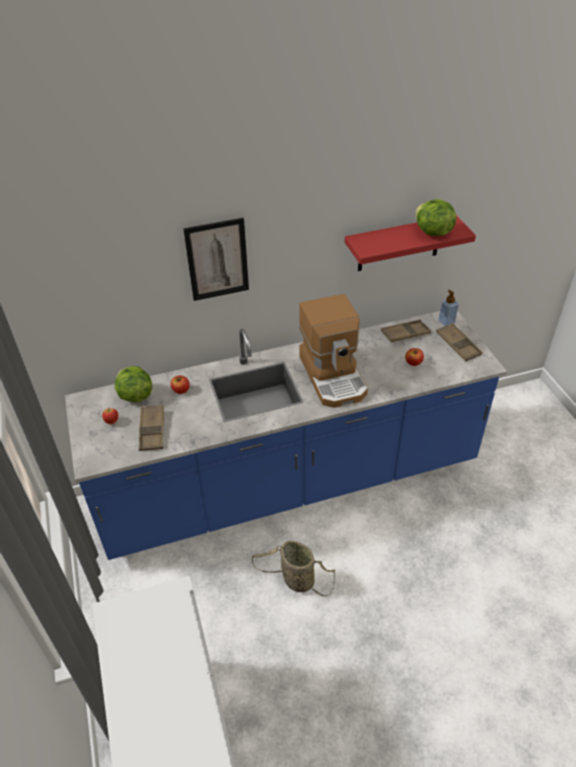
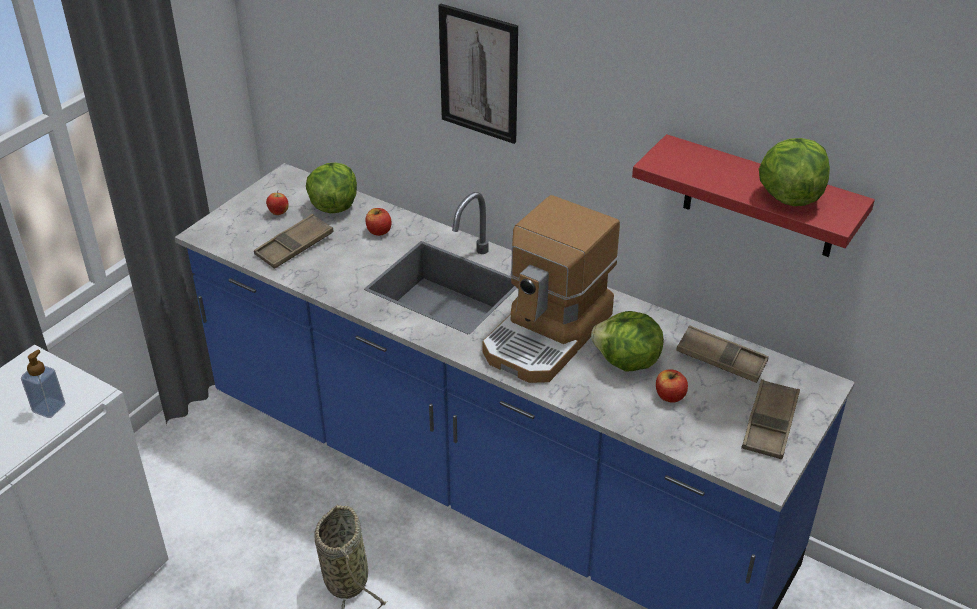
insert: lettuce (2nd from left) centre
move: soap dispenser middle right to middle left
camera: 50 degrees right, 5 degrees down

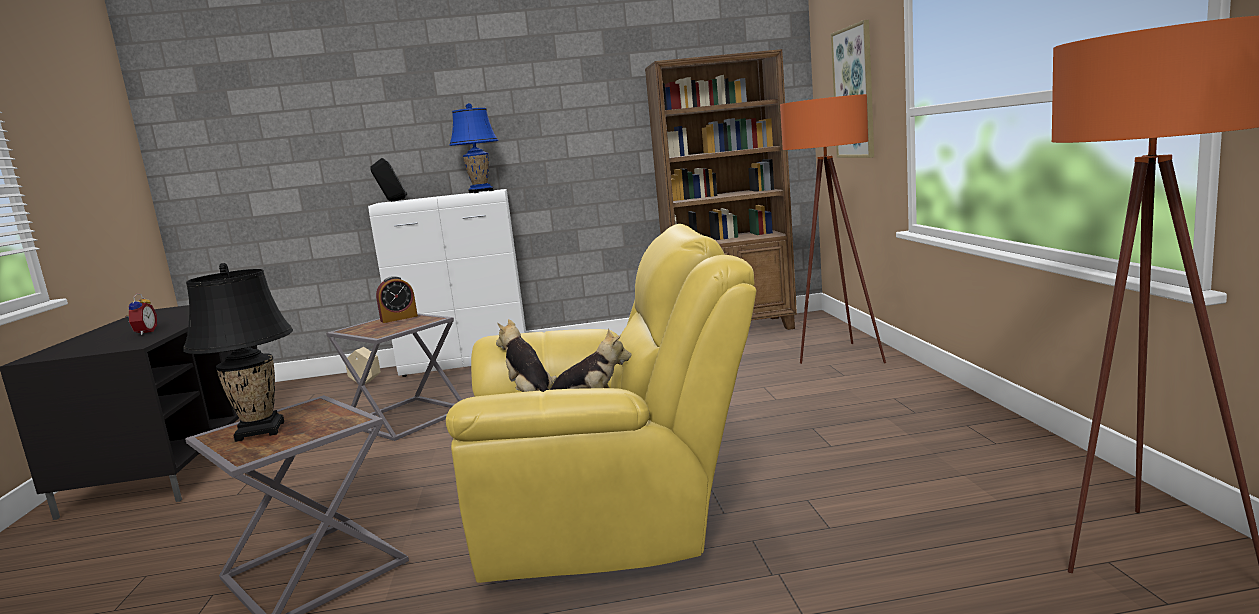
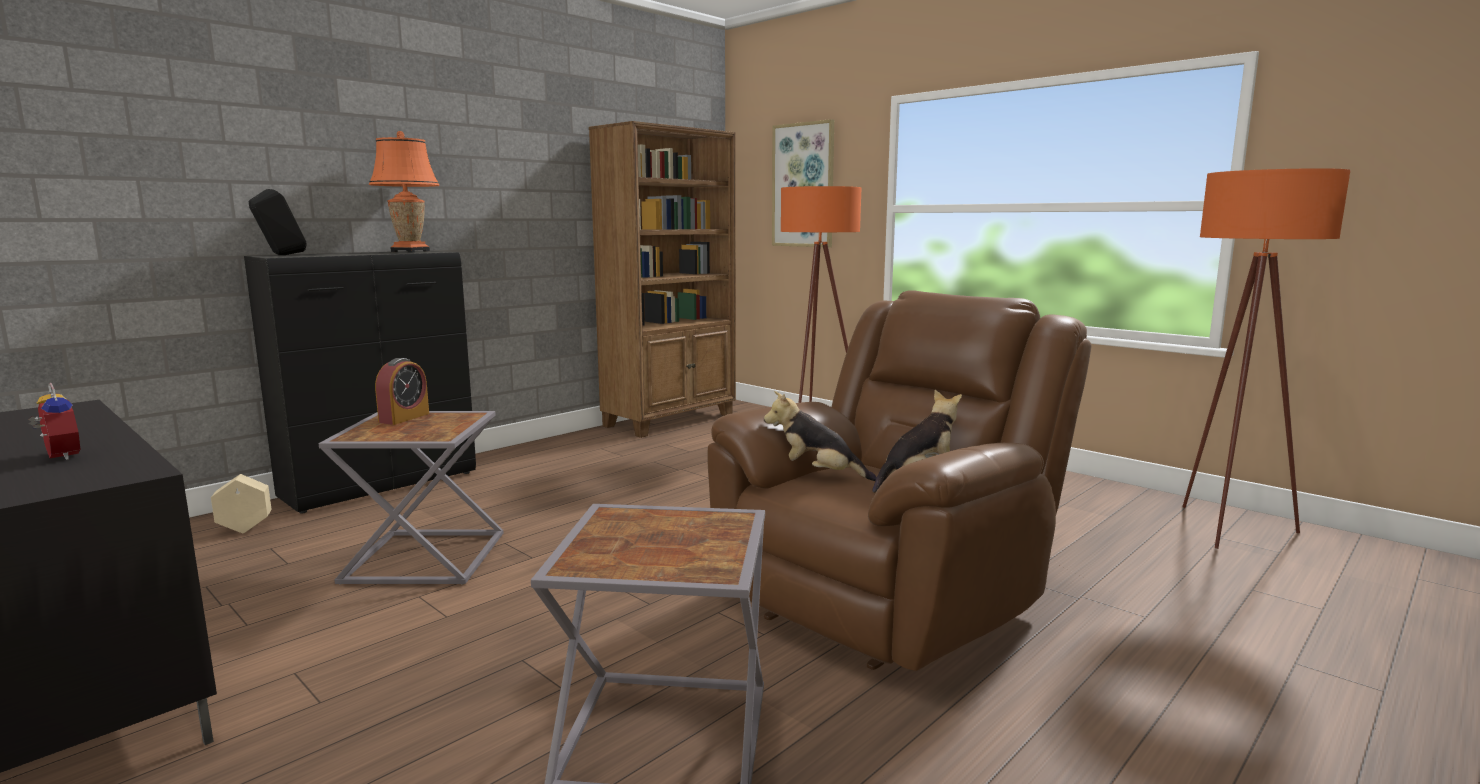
delete: table lamp (black) middle left
recolor: cabinet (white) centre to cabinet (black) middle left; armchair (yellow) centre to armchair (brown) centre; table lamp (blue) top centre to table lamp (orange) top left
camera: 40 degrees left, 0 degrees up

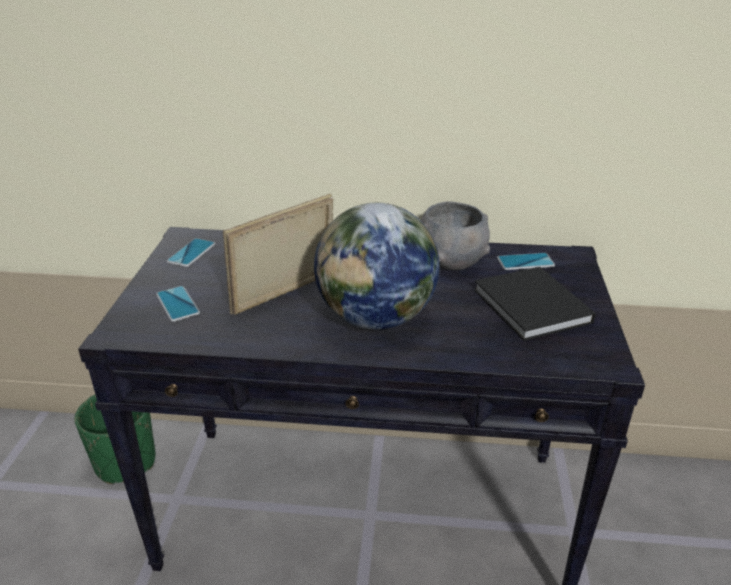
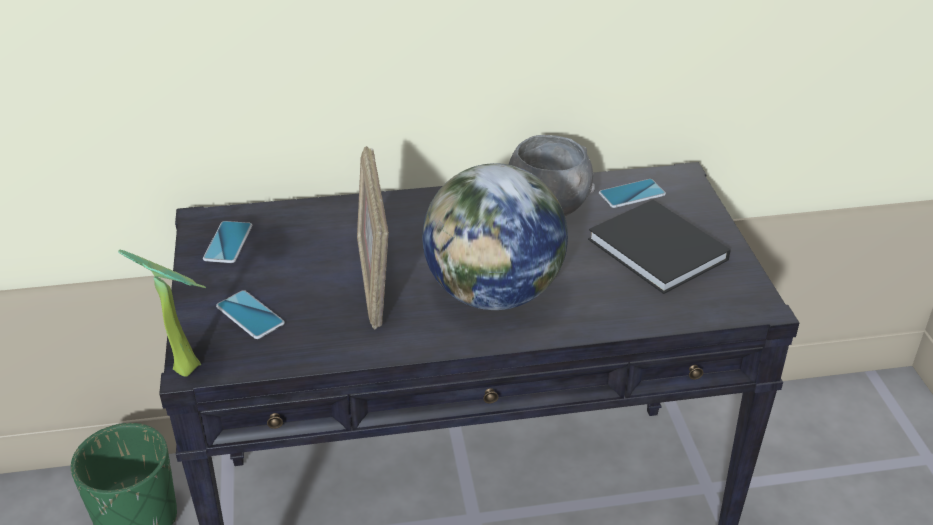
insert: potted plant middle left
rotate: picture frame centre = centre 45 degrees counterclockwise
camera: 15 degrees left, 5 degrees up

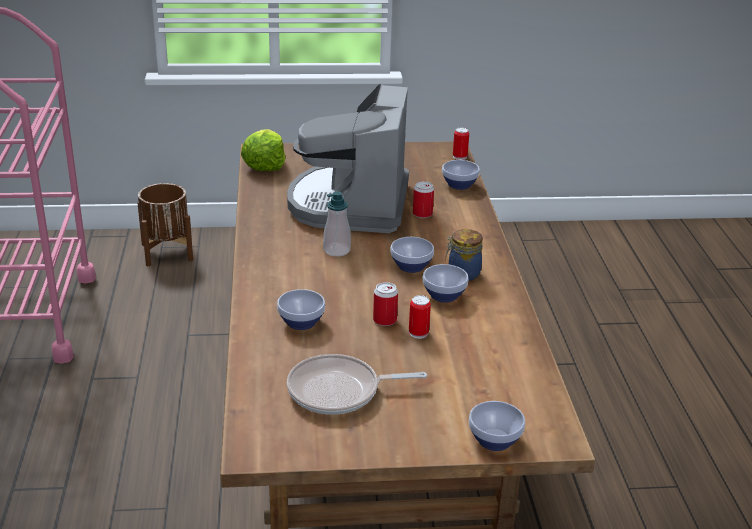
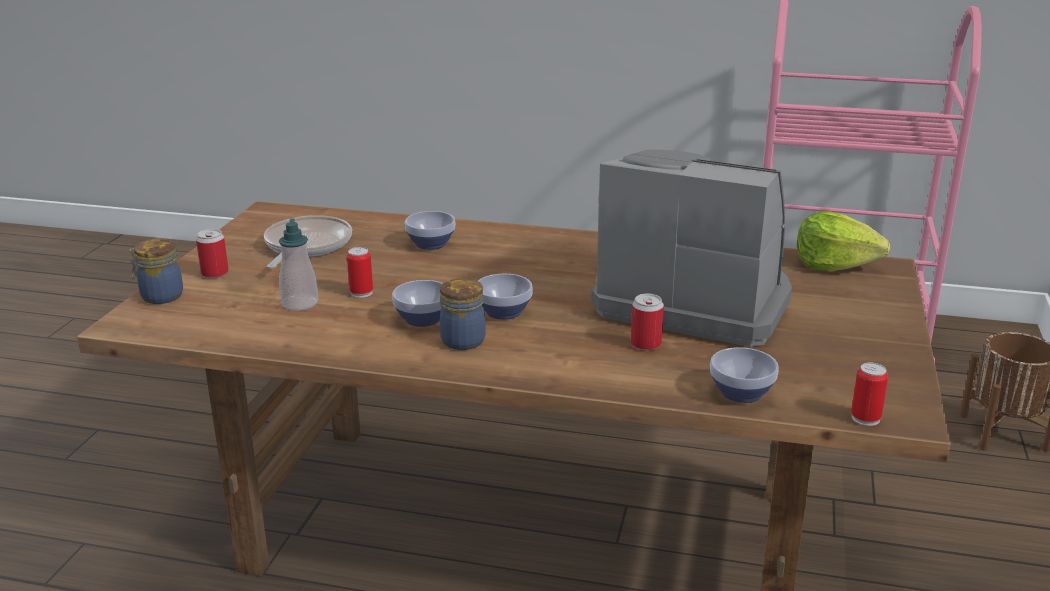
move: soap dispenser centre to middle left; can (1st from left) centre to middle left
replace: bowl (5th from left) bottom centre to jar (1st from left) middle left
camera: 110 degrees right, 5 degrees down

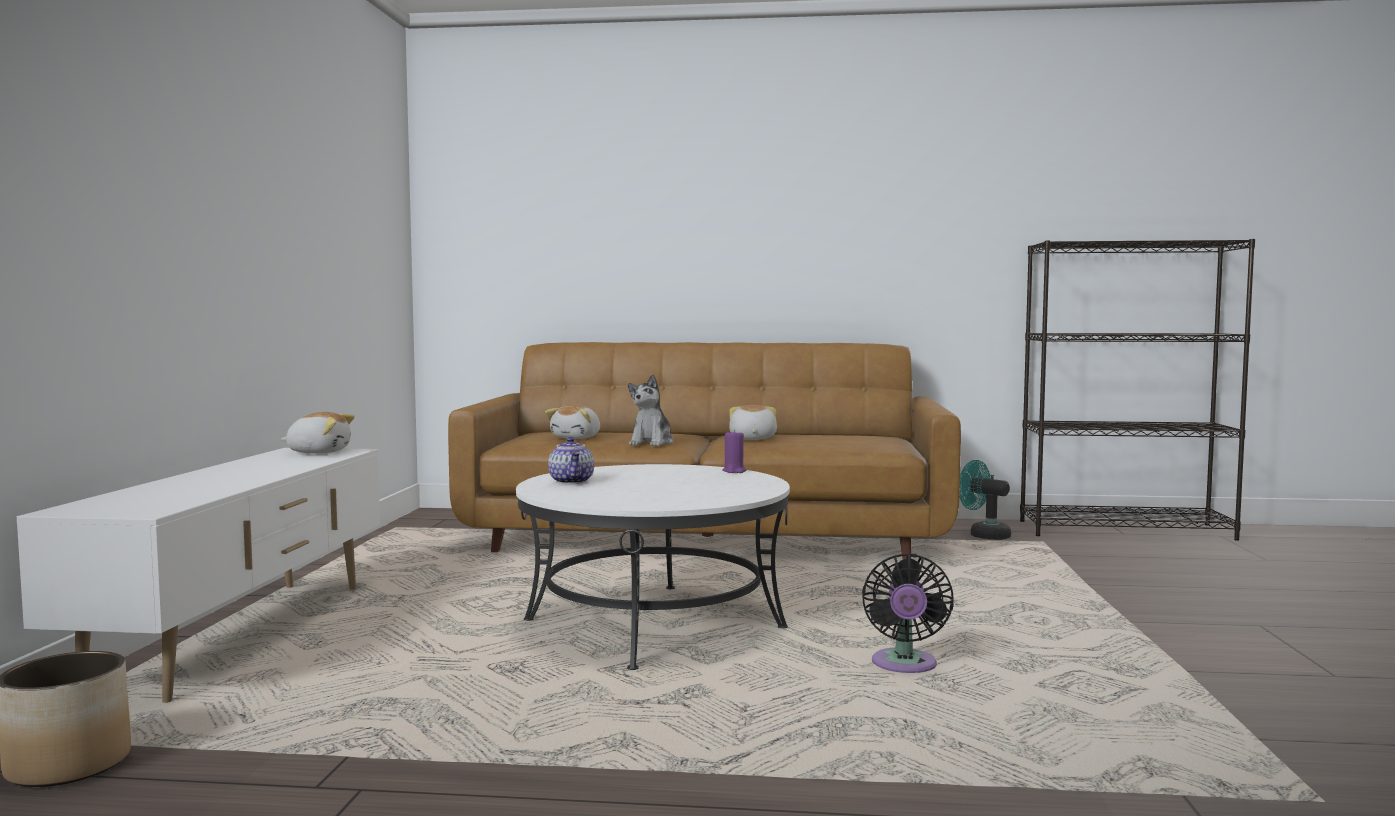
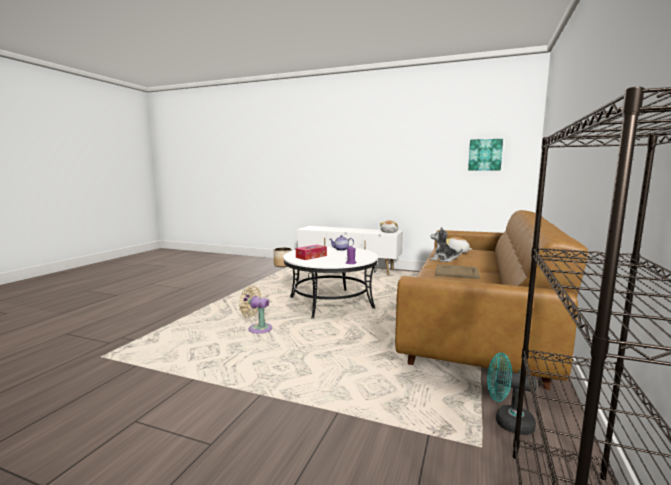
insert: tissue box centre; picture top right
replace: plush toy (4th from left) centre to tray (beige) middle right
recolor: fan (black) bottom centre to fan (beige) centre
rotate: fan (turquoise) middle right = bottom right 120 degrees counterclockwise
camera: 105 degrees right, 5 degrees up

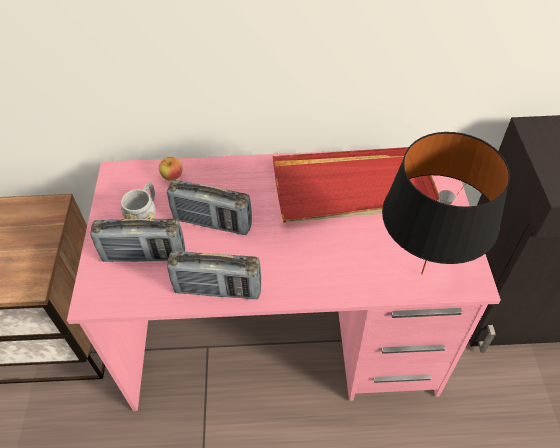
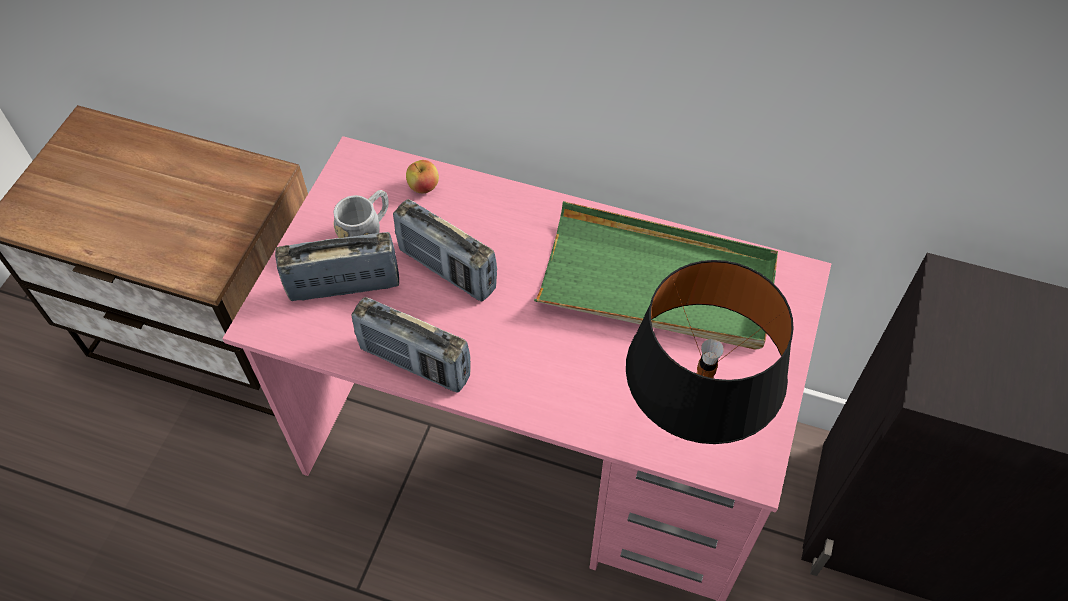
recolor: tray (red) centre to tray (green) centre
rotate: radio (1st from left) middle left = middle left 150 degrees clockwise
camera: 20 degrees right, 5 degrees up

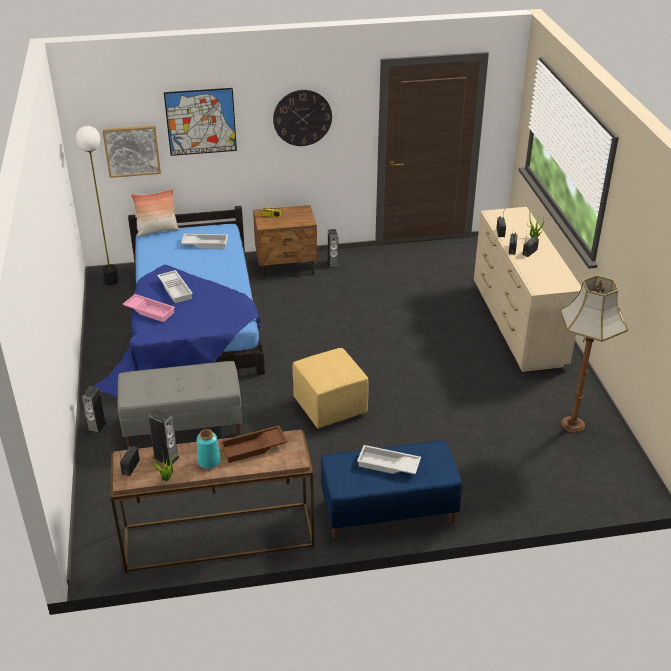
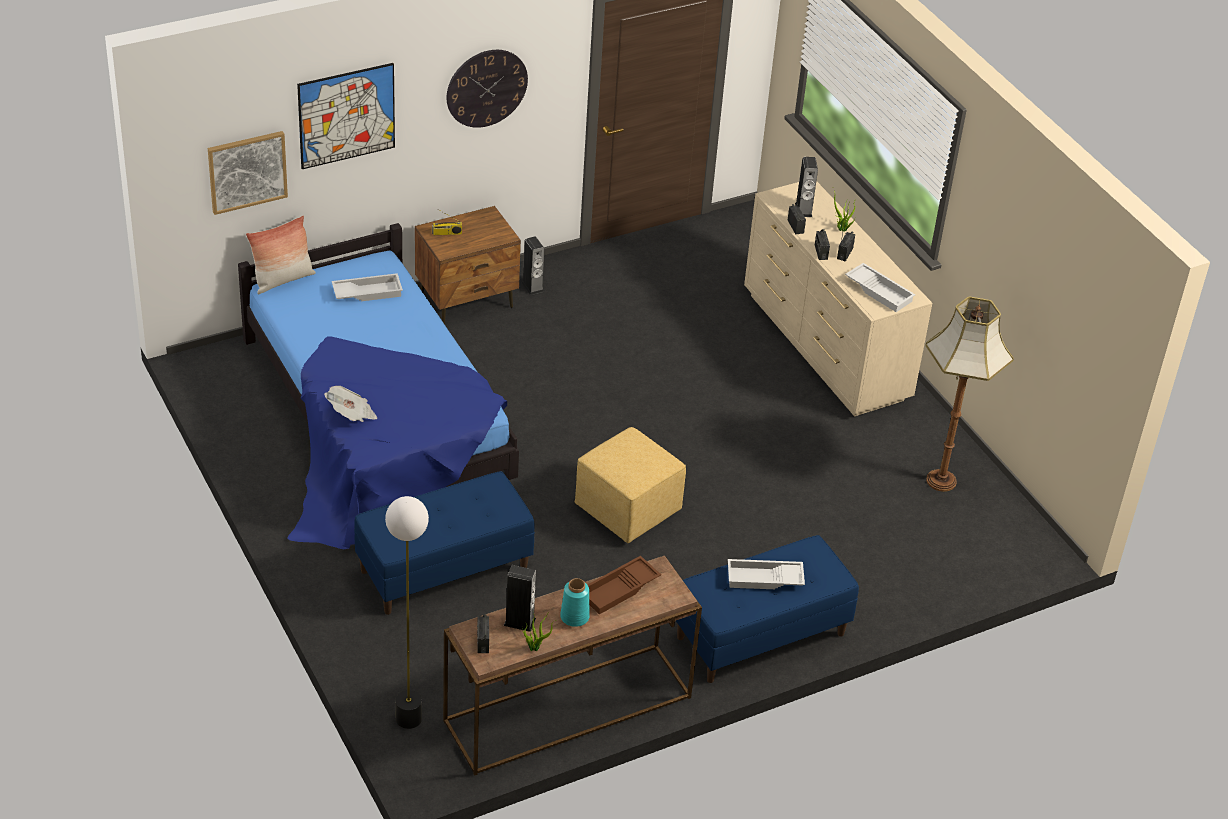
move: floor lamp (1st from left) top left to bottom left; speaker (1st from left in the first image) middle left to speaker (3rd from left) top centre; tray (white) (1st from left in the first image) middle left to tray (white) (3rd from left) middle right
replace: tray (pink) middle left to newspaper middle left
recolor: bench (grey) middle left to bench (blue) (1st from left) centre
camera: 20 degrees left, 5 degrees up

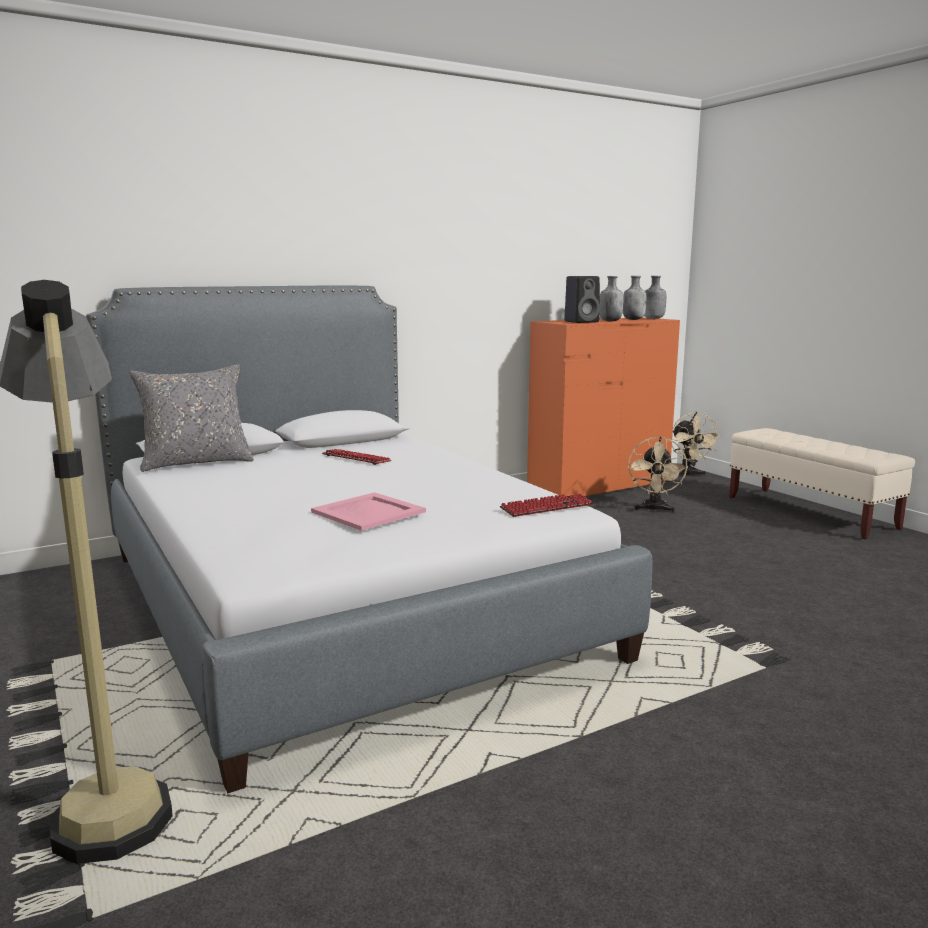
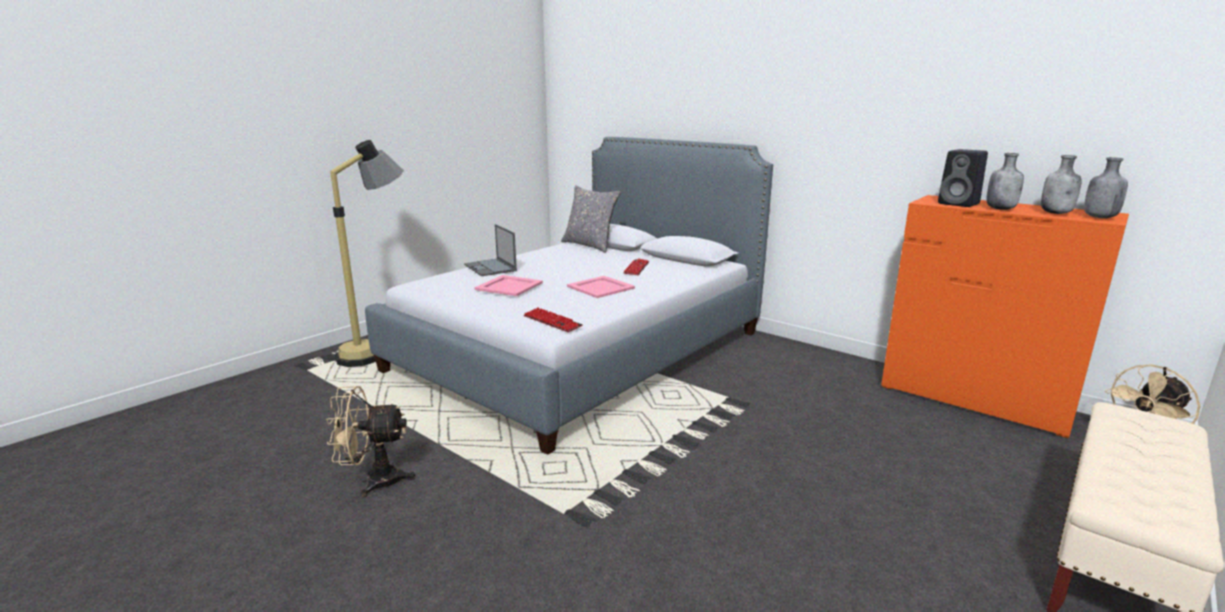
insert: laptop centre; tray (pink) (2nd from left) centre
move: fan (beige) (1st from left) middle right to bottom left
camera: 70 degrees right, 5 degrees up

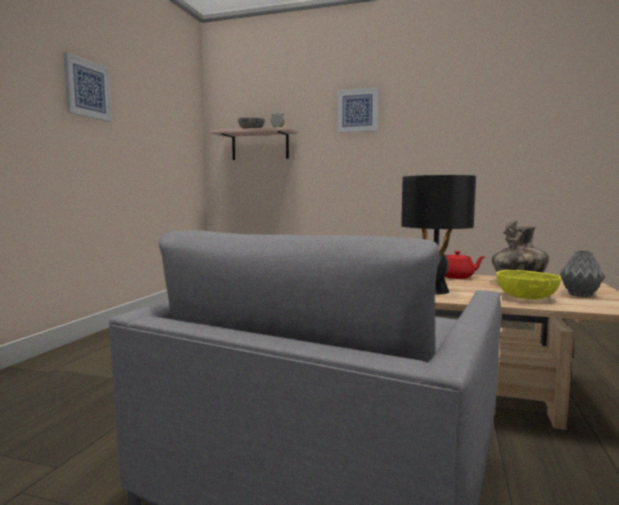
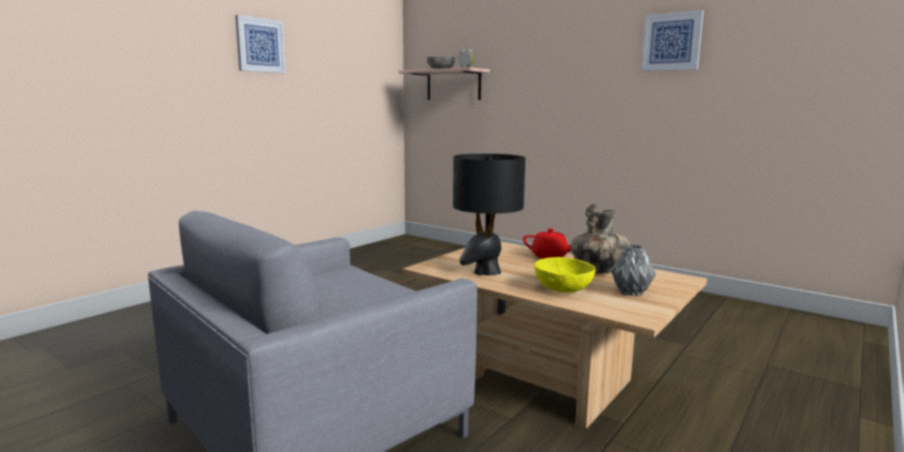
move: picture (2nd from left) top centre to top right
camera: 20 degrees right, 5 degrees up

